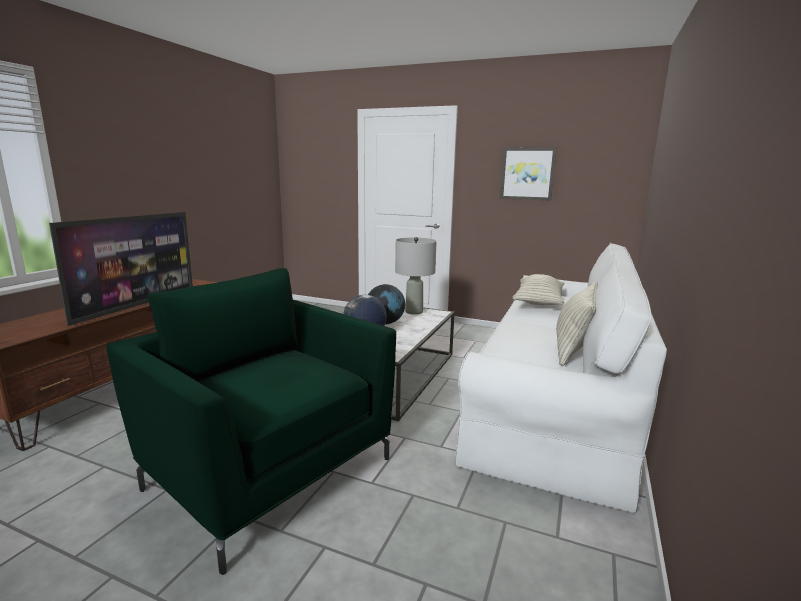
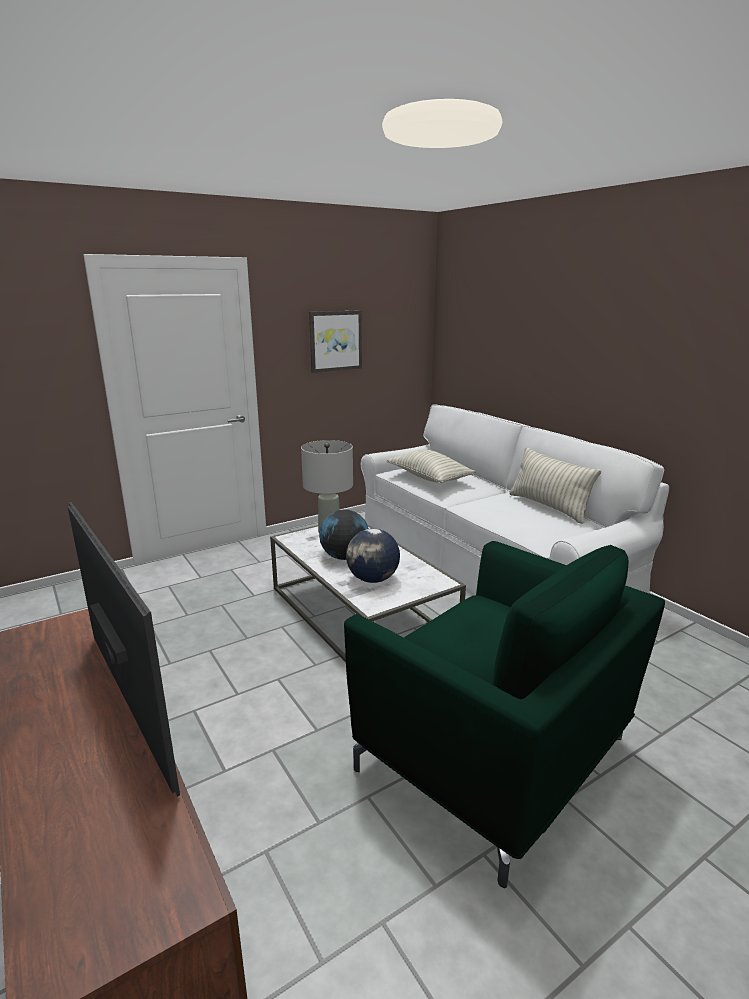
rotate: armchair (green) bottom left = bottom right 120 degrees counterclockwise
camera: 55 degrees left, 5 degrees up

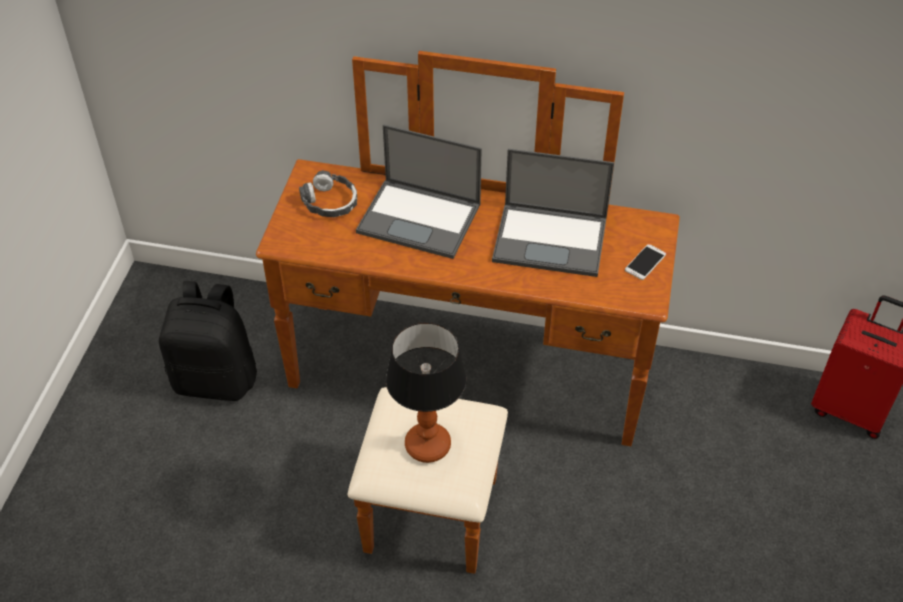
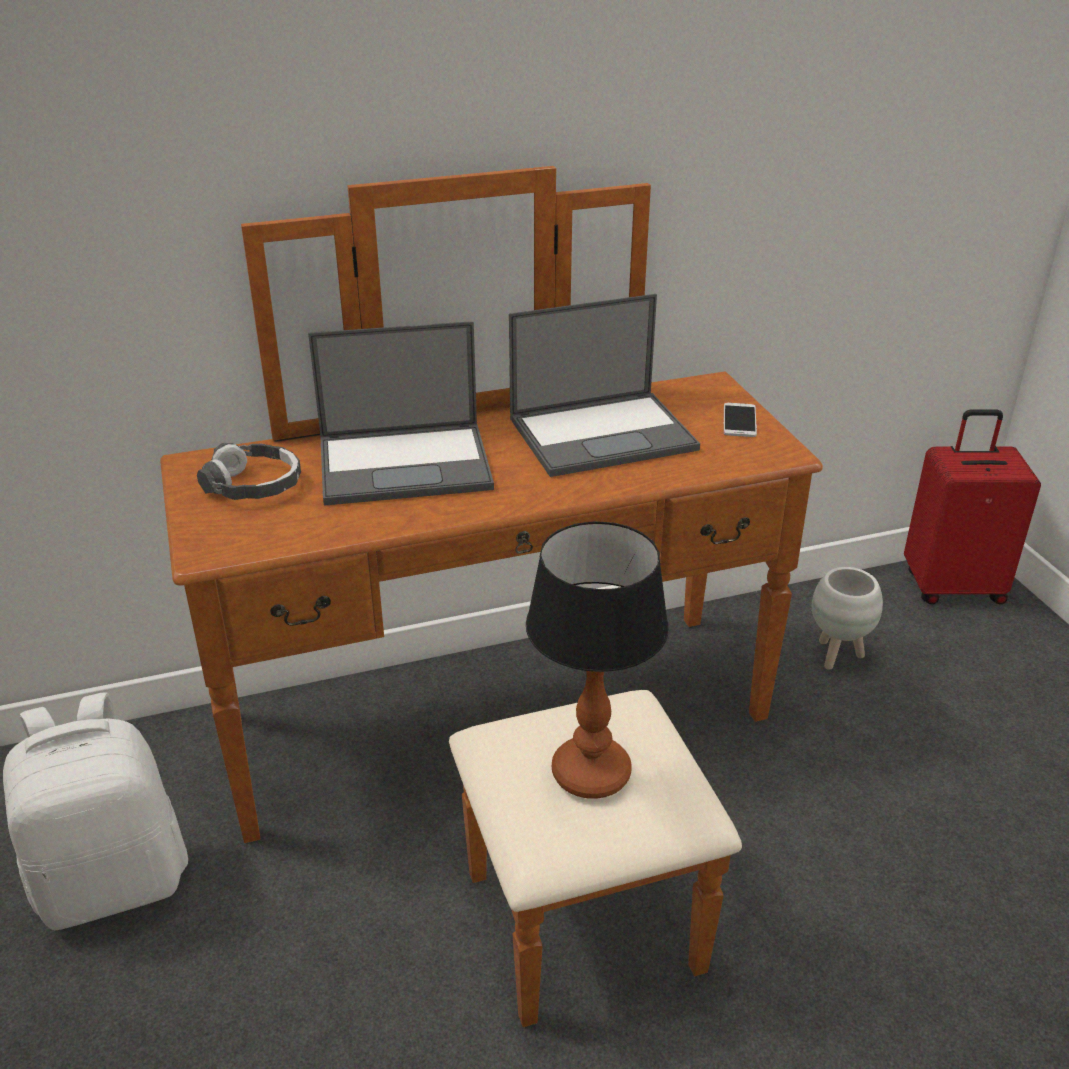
insert: planter (white) middle right
recolor: backpack (black) middle left to backpack (white) bottom left
camera: 30 degrees left, 15 degrees down

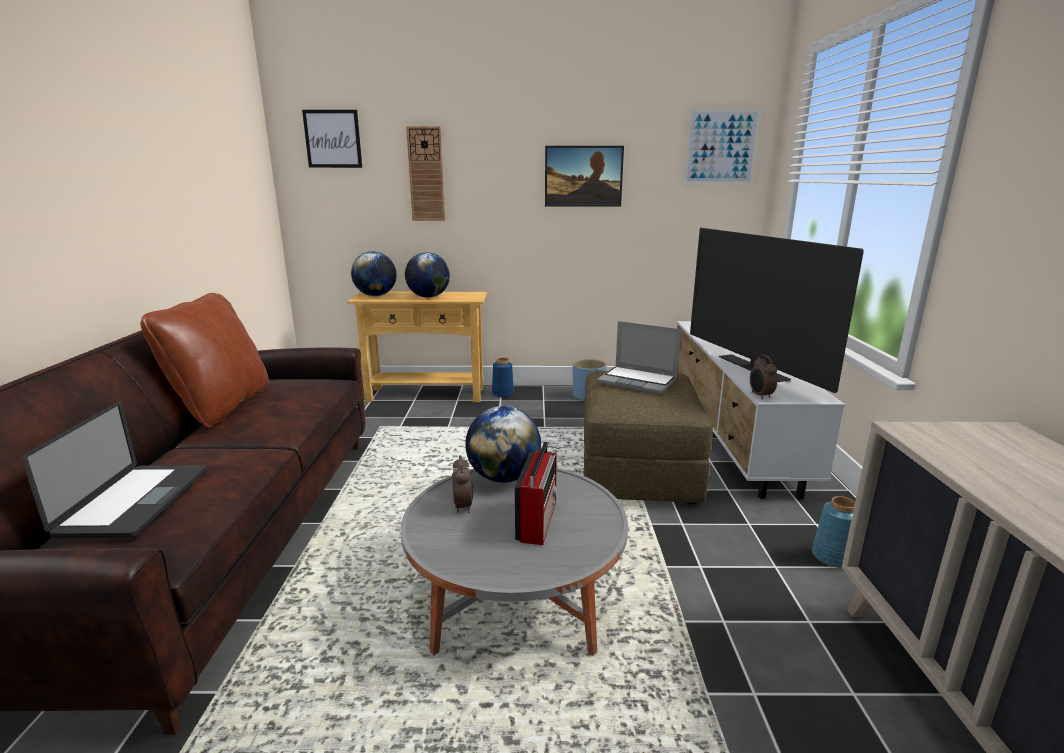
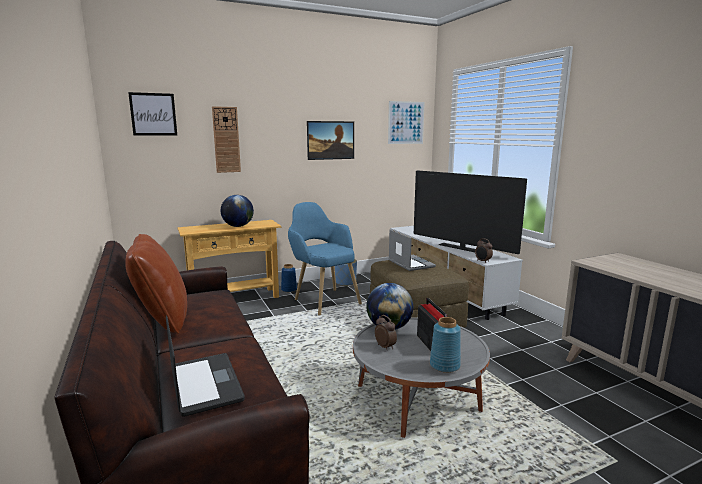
delete: globe (1st from left) centre
insert: armchair (blue) centre
move: vase (blue) (2nd from left) bottom right to bottom centre
rotate: laptop (2nd from left) centre = centre 120 degrees counterclockwise
camera: 25 degrees left, 5 degrees down

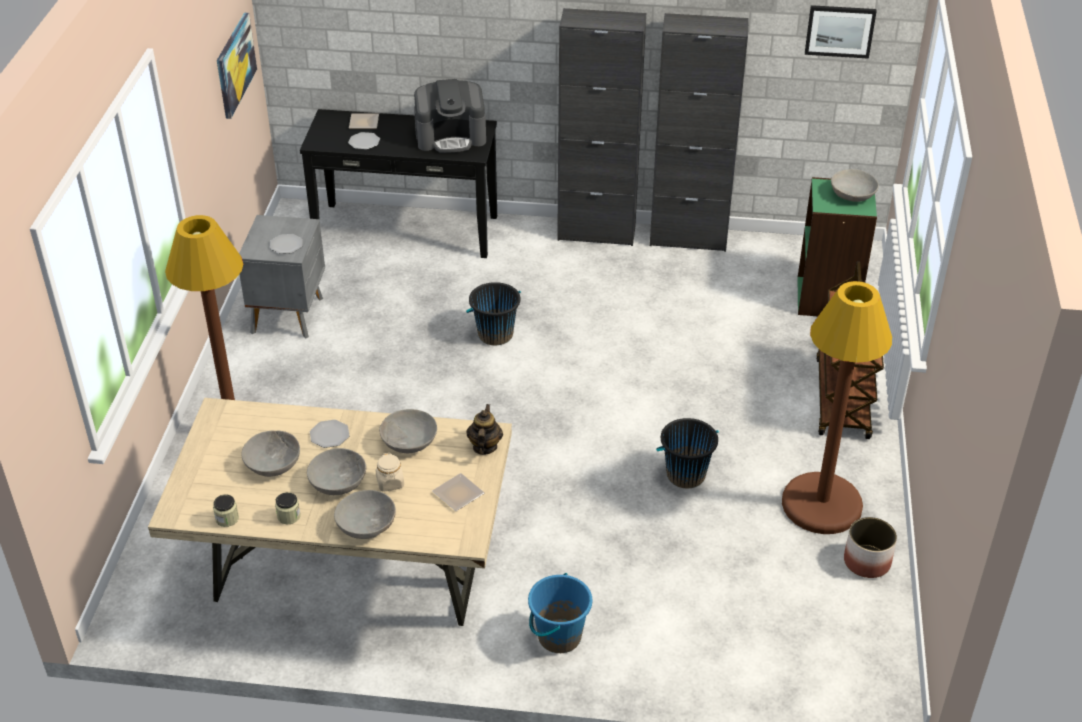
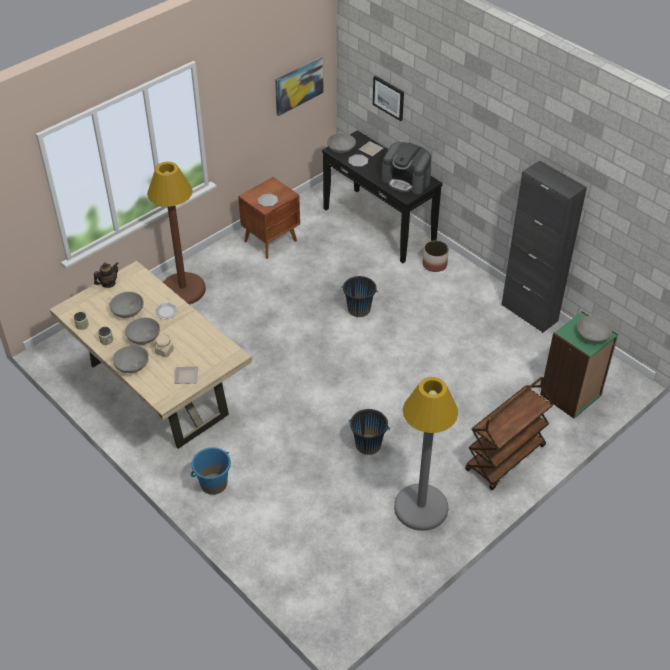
delete: cabinet (black) (1st from left) top centre
move: bowl (grey) (4th from left) centre to top centre; teapot centre to middle left; picture (2nd from left) top right to top centre; planter bottom right to centre
recolor: nightstand (grey) middle left to nightstand (brown) top centre; floor lamp (brown) (2nd from left) middle right to floor lamp (grey) bottom centre
camera: 40 degrees right, 5 degrees up

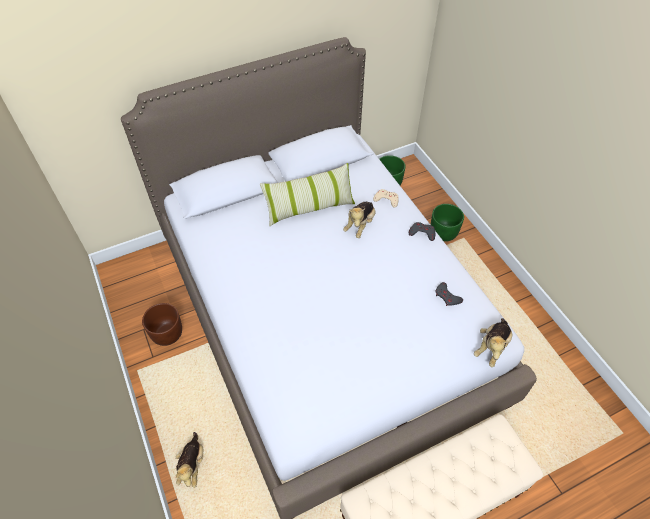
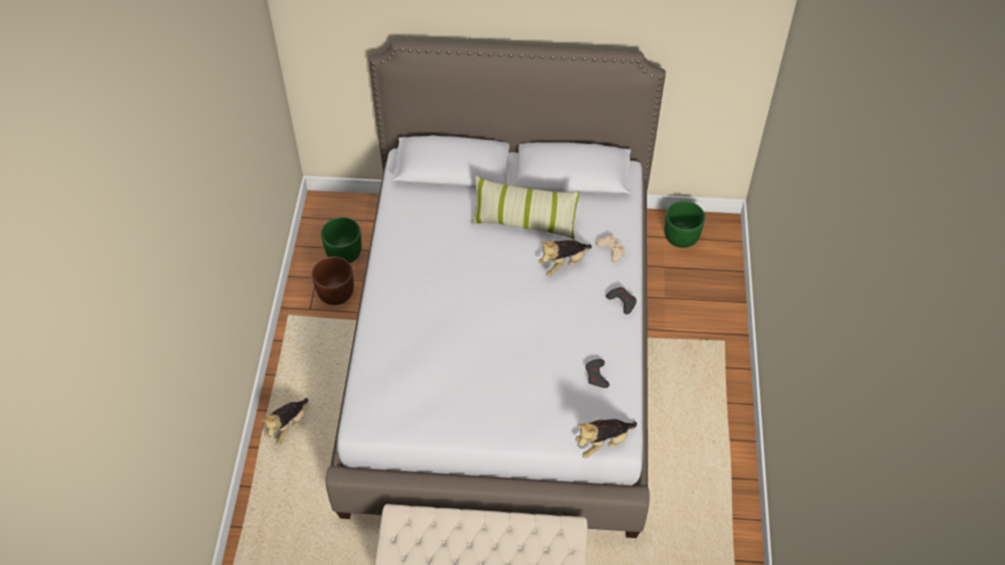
move: planter (green) (2nd from left in the first image) middle right to planter (green) (1st from left) centre
camera: 30 degrees right, 0 degrees up

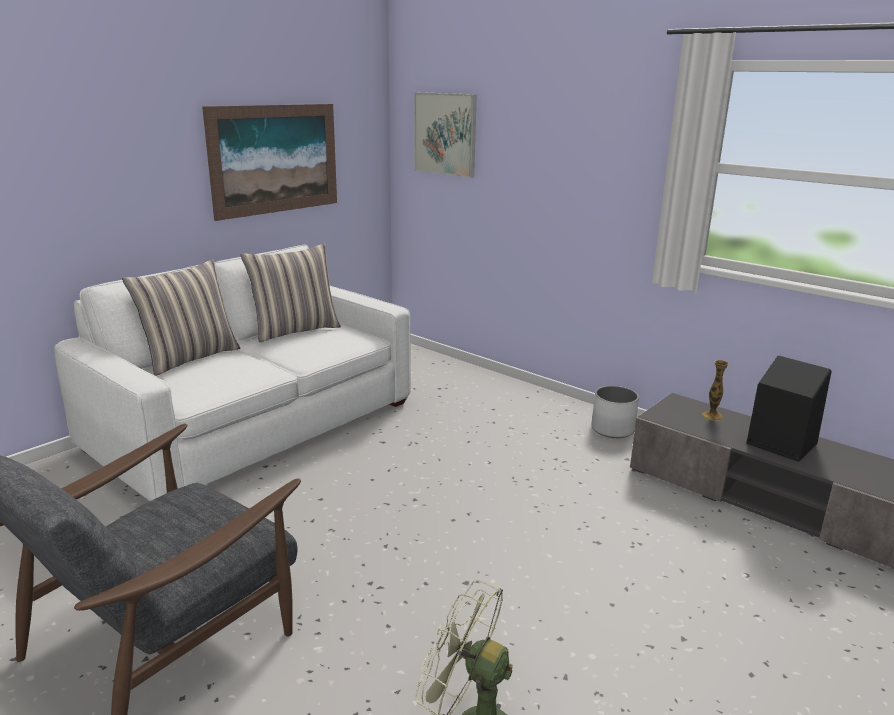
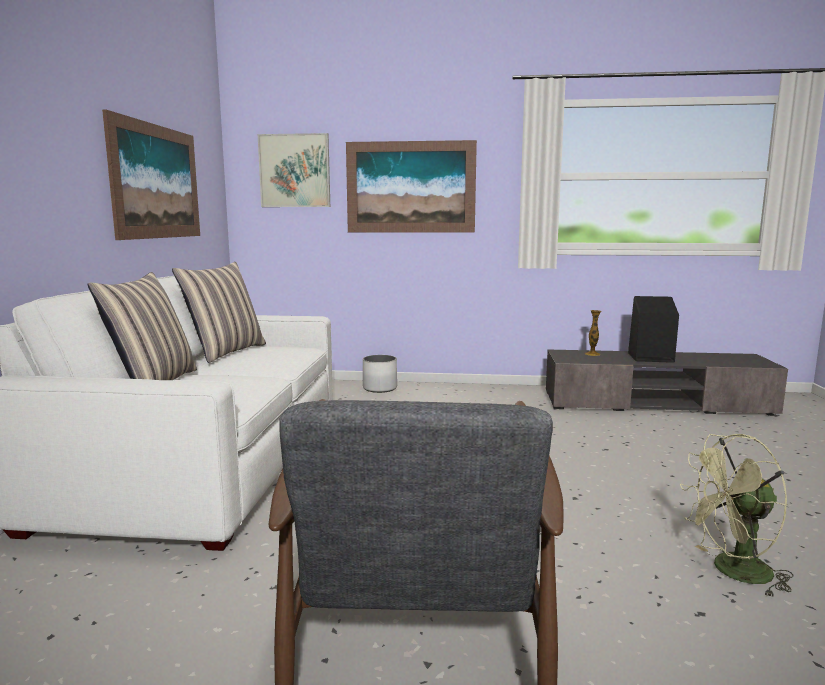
insert: picture (3rd from left) top centre
move: planter (white) middle right to centre
camera: 35 degrees left, 10 degrees down

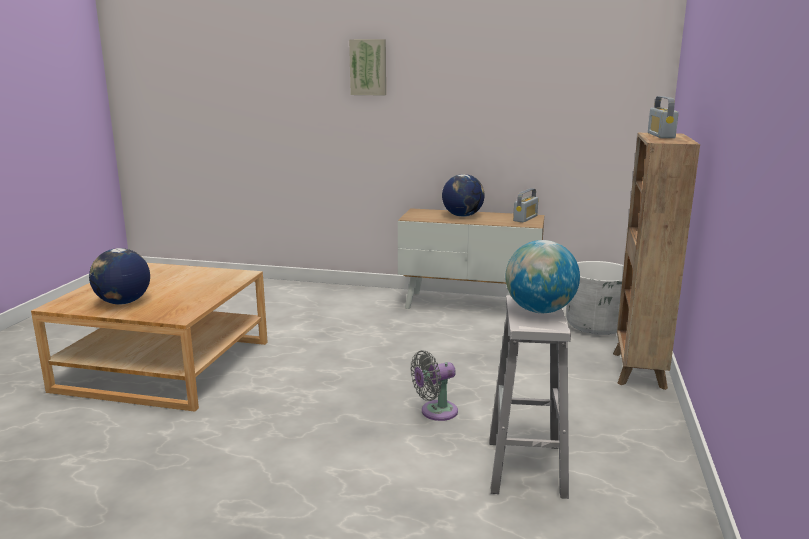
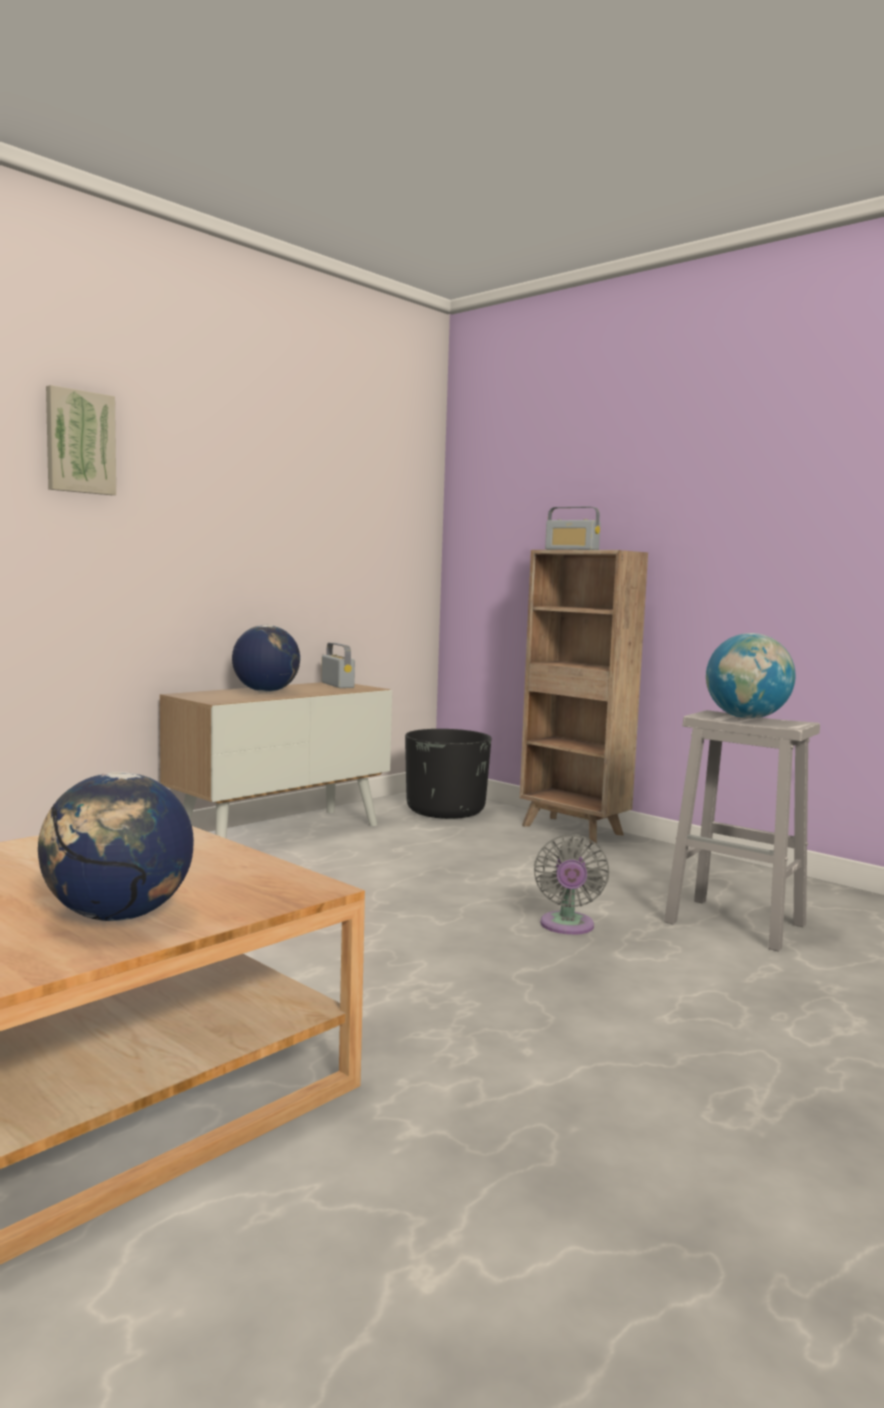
recolor: planter (white) middle right to planter (black) centre
camera: 60 degrees left, 10 degrees down

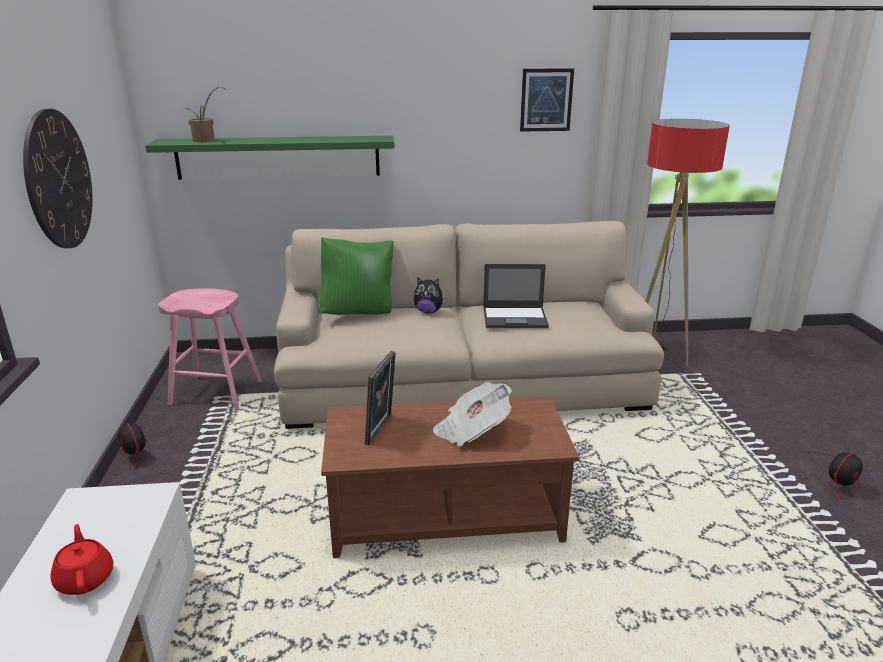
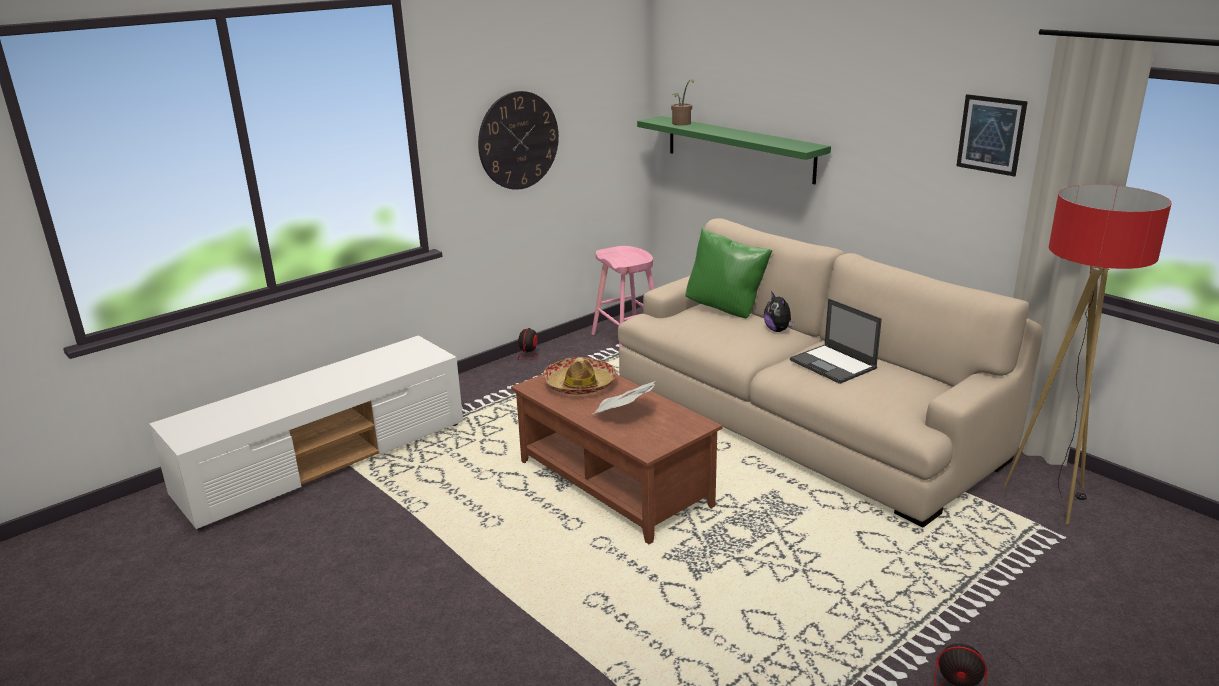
delete: teapot (red) bottom left
replace: picture frame centre to hat centre
camera: 55 degrees right, 0 degrees up

